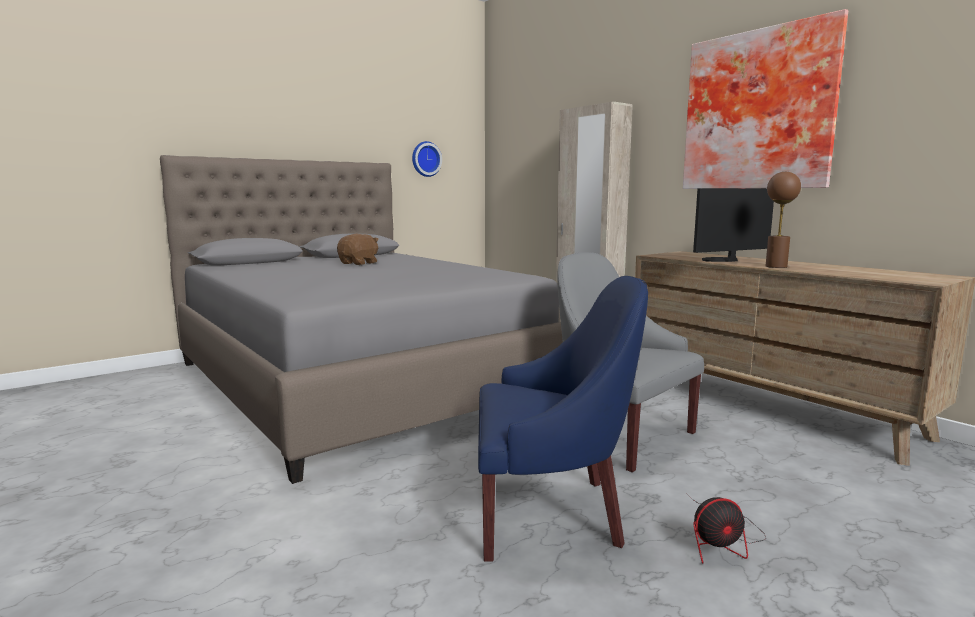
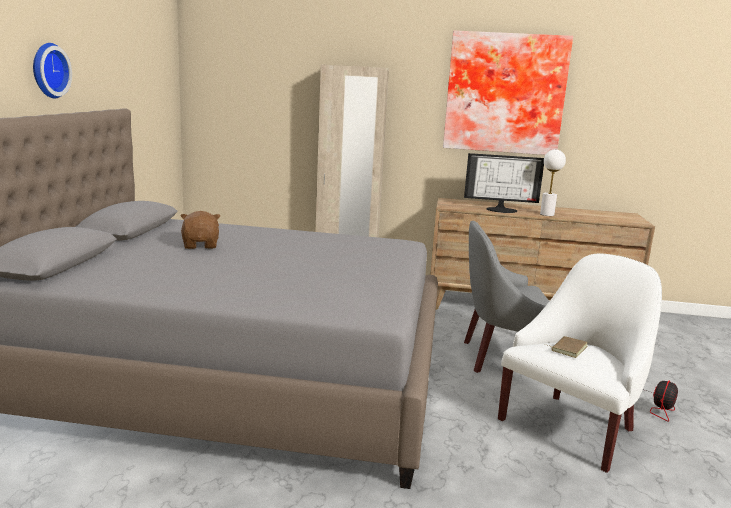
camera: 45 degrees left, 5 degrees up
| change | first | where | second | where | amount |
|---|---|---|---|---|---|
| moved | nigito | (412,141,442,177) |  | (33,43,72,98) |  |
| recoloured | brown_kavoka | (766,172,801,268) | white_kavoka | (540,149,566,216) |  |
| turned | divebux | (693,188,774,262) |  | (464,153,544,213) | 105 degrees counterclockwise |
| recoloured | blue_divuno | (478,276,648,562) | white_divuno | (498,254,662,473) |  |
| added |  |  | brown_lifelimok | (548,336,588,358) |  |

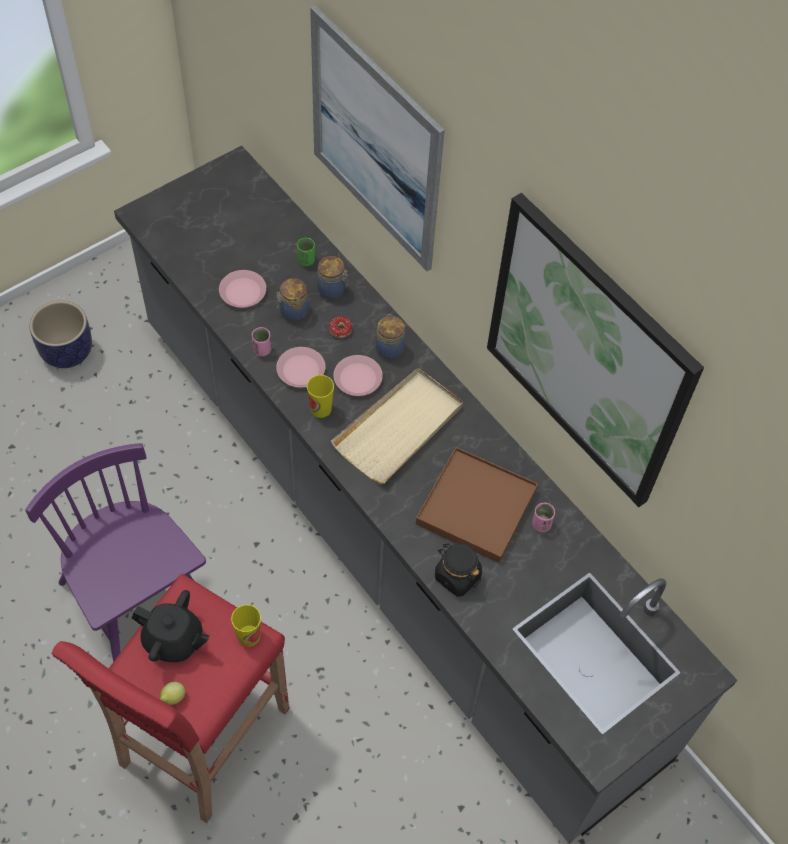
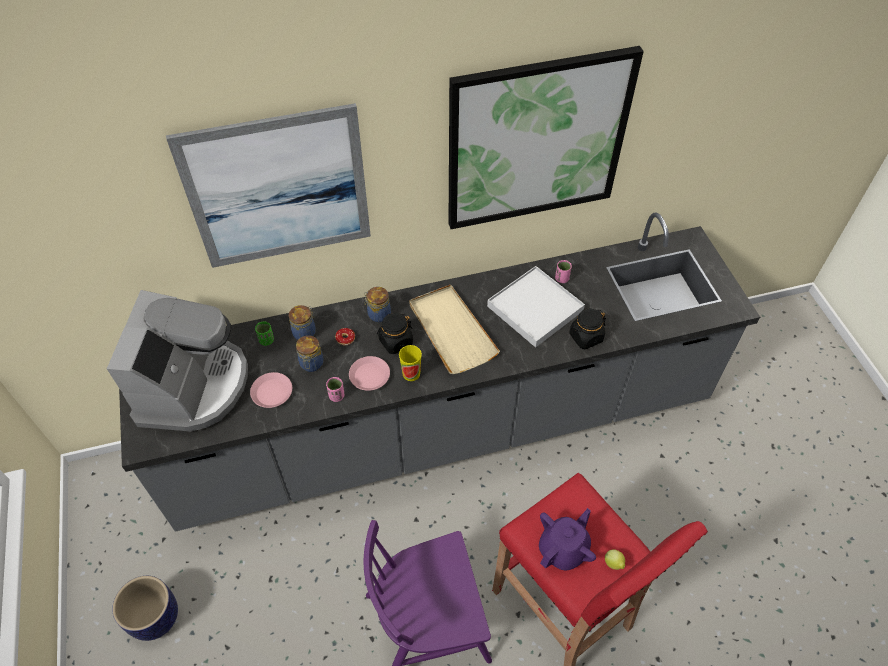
camera: 65 degrees left, 5 degrees down
| change | first | where | second | where | amount |
|---|---|---|---|---|---|
| replaced | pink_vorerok | (333,355,383,396) | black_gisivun | (377,313,413,354) |  |
| recoloured | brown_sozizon | (416,447,538,563) | white_sozizon | (487,266,585,347) |  |
| recoloured | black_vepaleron | (132,590,210,662) | purple_vepaleron | (539,508,596,570) |  |
| removed | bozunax | (231,604,261,647) |  |  |  |
| added |  |  | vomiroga | (107,290,248,431) |  |

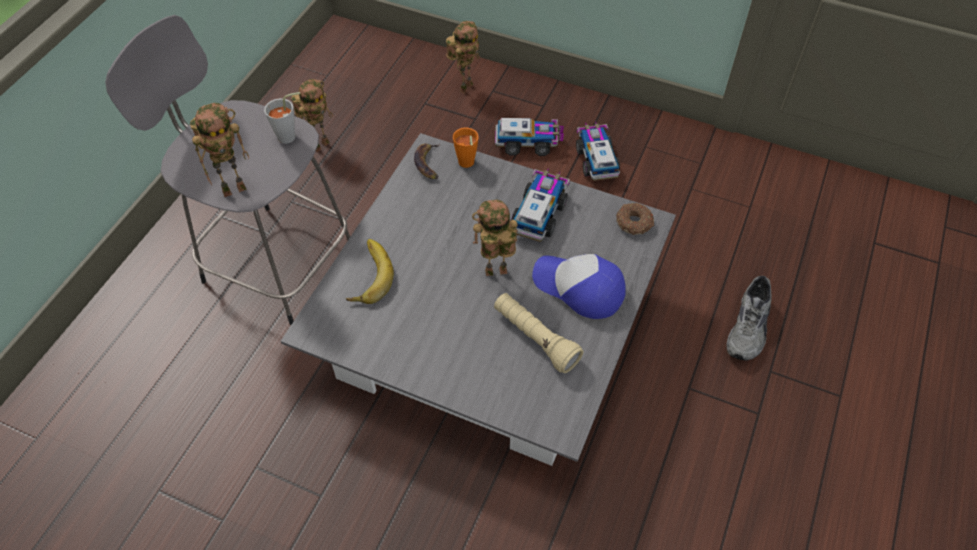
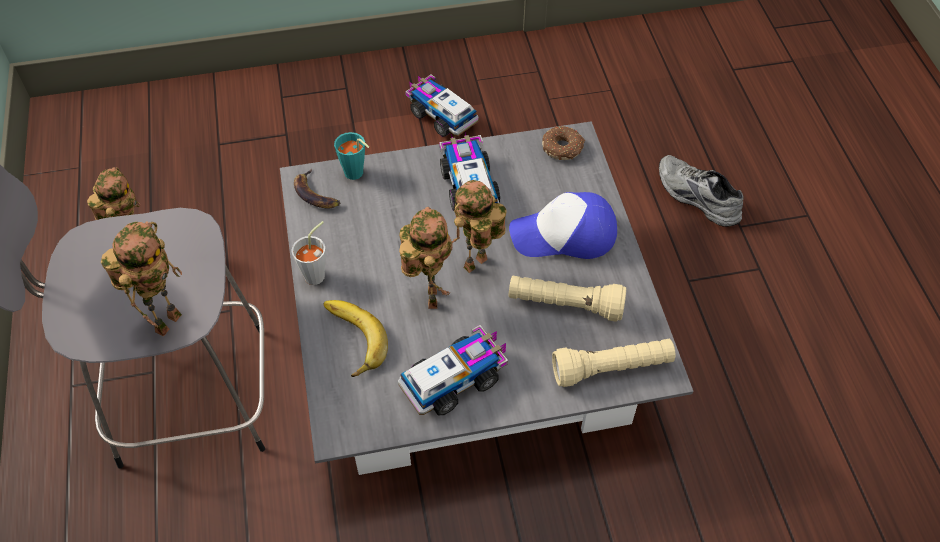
camera: 35 degrees left, 0 degrees up
| change | first | where | second | where | amount |
|---|---|---|---|---|---|
| moved | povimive | (446,21,480,94) |  | (399,207,452,309) |  |
| moved | grey_bozunax | (264,92,300,144) |  | (291,221,326,285) |  |
| moved | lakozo | (495,118,564,156) |  | (398,325,508,416) |  |
| recoloured | orange_bozunax | (453,127,479,168) | turquoise_bozunax | (334,132,369,180) |  |
| turned | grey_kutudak | (726,276,772,361) |  | (659,155,743,227) | 150 degrees clockwise |
| added |  |  | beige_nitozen | (552,339,676,387) |  |

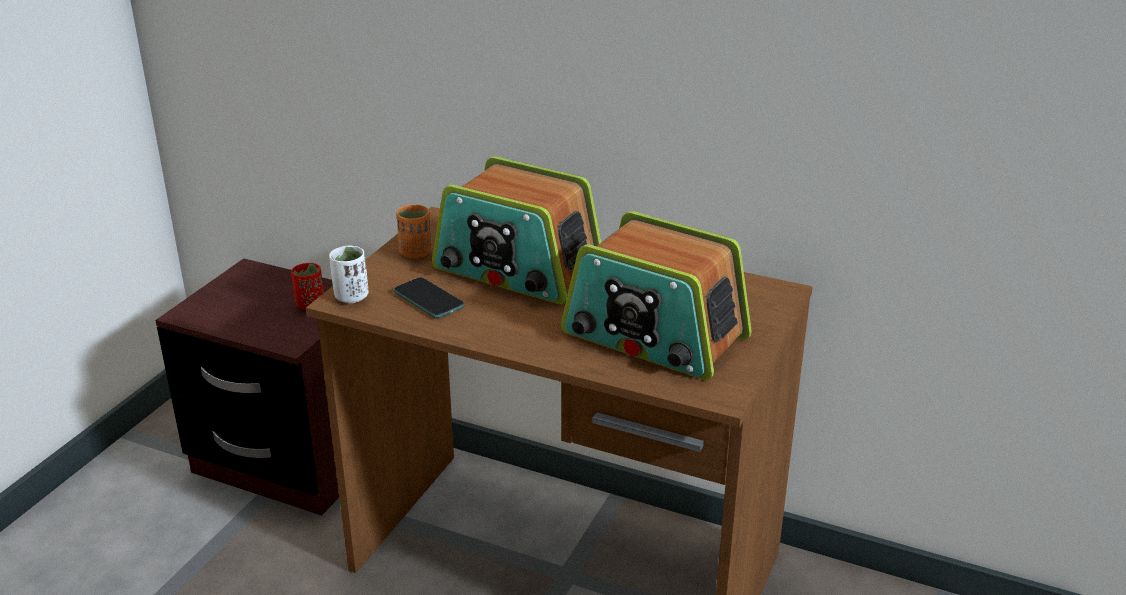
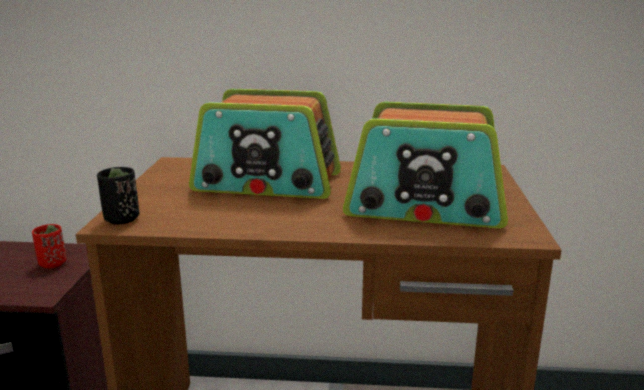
camera: 20 degrees left, 10 degrees down
| change | first | where | second | where | amount |
|---|---|---|---|---|---|
| removed | orange_bozunax | (397,205,431,259) |  |  |  |
| recoloured | white_bozunax | (329,245,369,303) | black_bozunax | (97,167,139,224) |  |
| removed | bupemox | (393,277,465,319) |  |  |  |

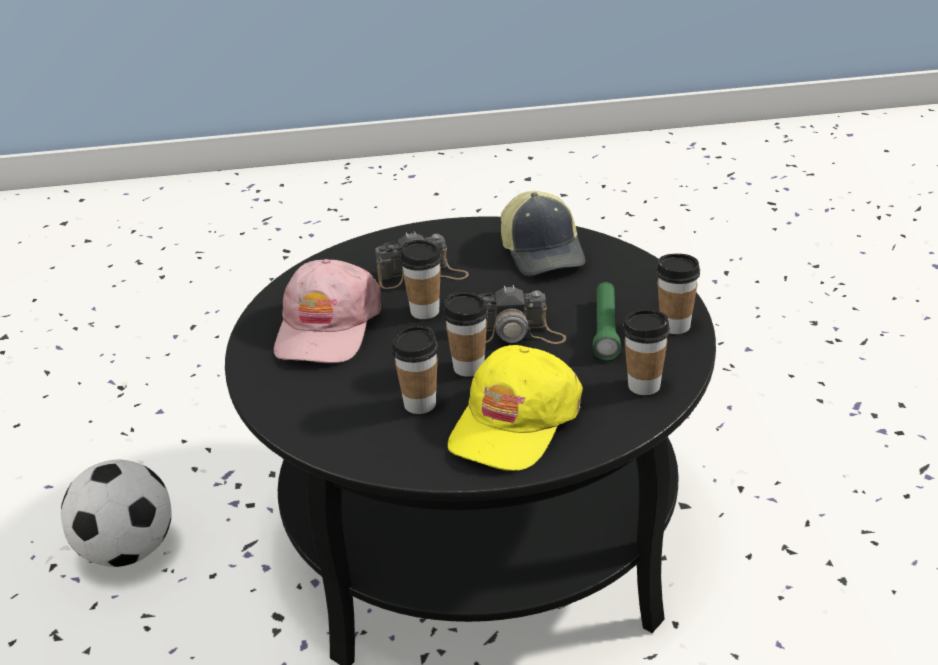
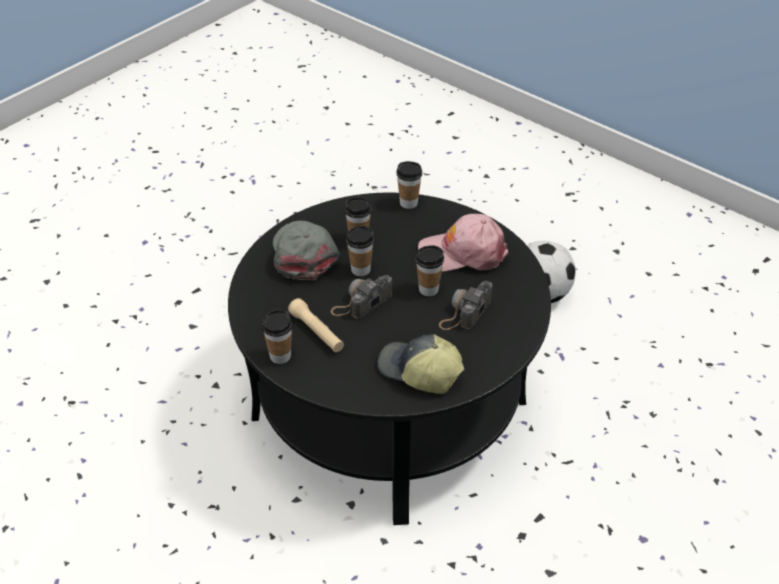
camera: 135 degrees right, 10 degrees up
| change | first | where | second | where | amount |
|---|---|---|---|---|---|
| turned | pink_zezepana | (274,259,381,363) |  | (418,214,508,271) | 60 degrees counterclockwise |
| recoloured | green_nitozen | (593,282,621,360) | beige_nitozen | (288,298,344,352) |  |
| moved | bozunax | (623,309,670,395) |  | (396,161,422,209) |  |
| recoloured | yellow_zezepana | (448,345,583,471) | grey_zezepana | (273,221,340,281) |  |

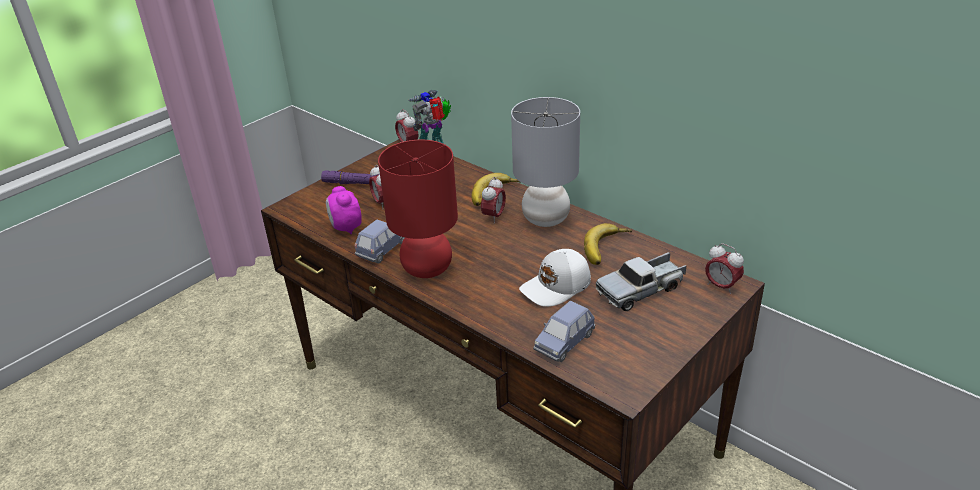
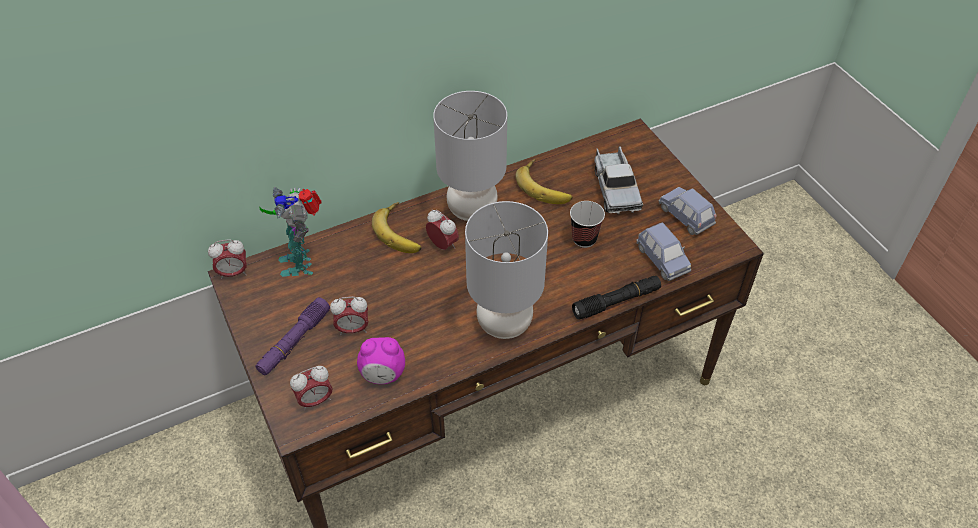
camera: 70 degrees left, 15 degrees up
| change | first | where | second | where | amount |
|---|---|---|---|---|---|
| recoloured | red_kavoka | (378,140,458,278) | grey_kavoka | (465,201,548,339) |  |
| moved | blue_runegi | (355,219,405,264) |  | (659,187,716,235) |  |
| moved | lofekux | (705,243,744,294) |  | (290,366,333,411) |  |
| replaced | white_zezepana | (519,249,591,307) | bozunax | (570,201,605,248) |  |
| added |  |  | black_nitozen | (572,276,661,319) |  |

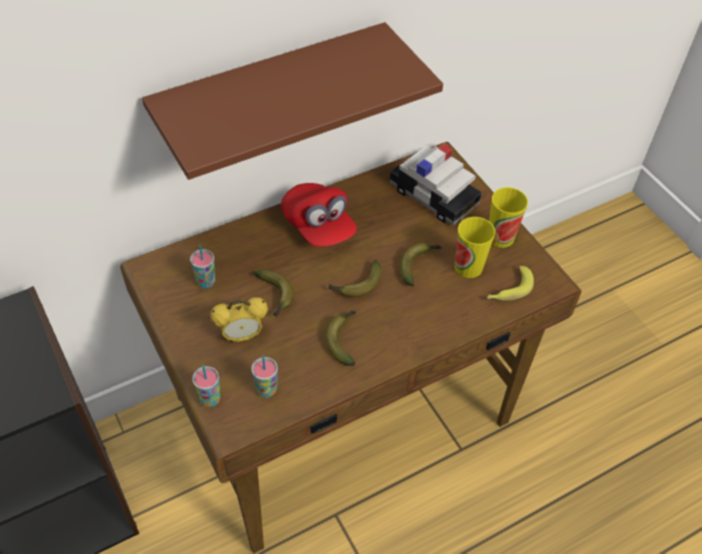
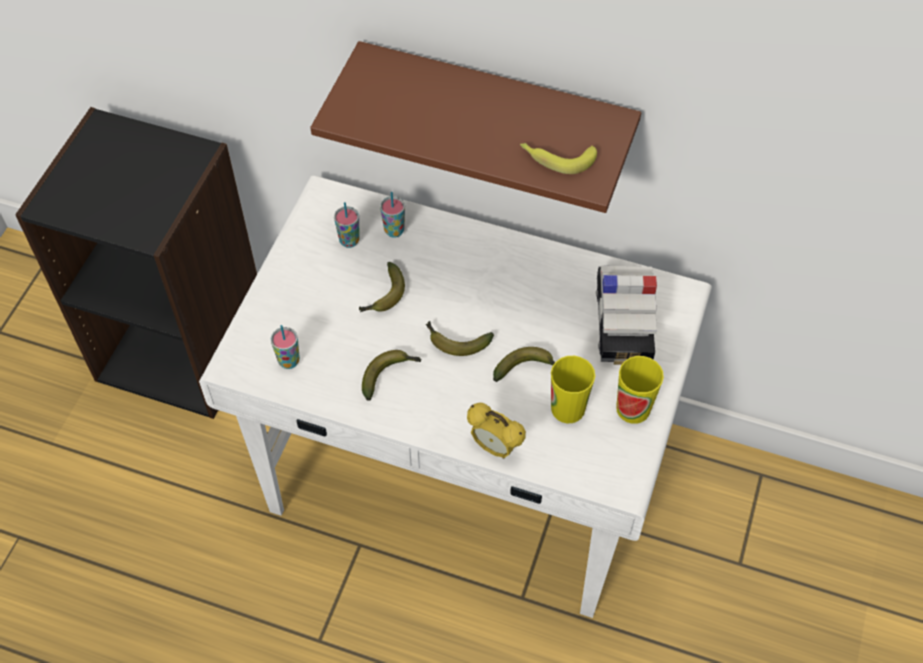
camera: 50 degrees right, 5 degrees up
| change | first | where | second | where | amount |
|---|---|---|---|---|---|
| recoloured | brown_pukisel | (120,142,582,554) | white_pukisel | (199,175,712,618) |  |
| removed | red_zezepana | (281,183,357,247) |  |  |  |
| moved | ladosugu | (487,266,534,301) |  | (520,143,597,174) |  |
| moved | lofekux | (210,297,268,343) |  | (467,403,526,459) |  |
| moved | bozunax | (192,365,221,407) |  | (380,192,405,238) |  |

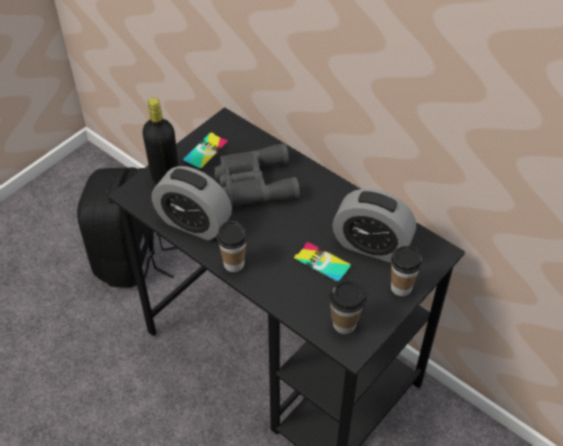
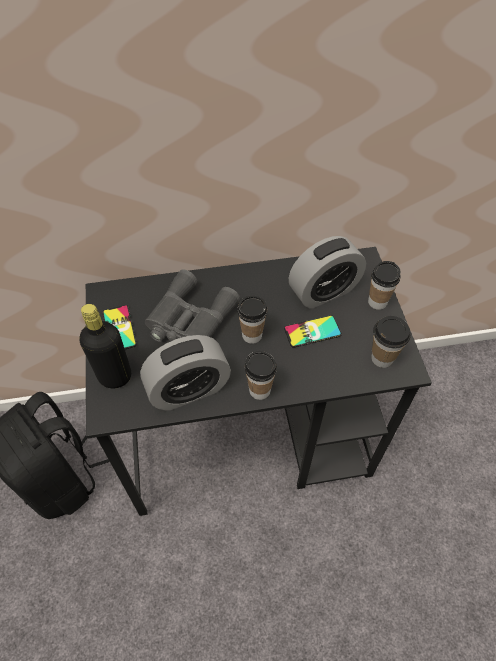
camera: 50 degrees left, 5 degrees up
| change | first | where | second | where | amount |
|---|---|---|---|---|---|
| added |  |  | bozunax | (238,296,267,344) |  |

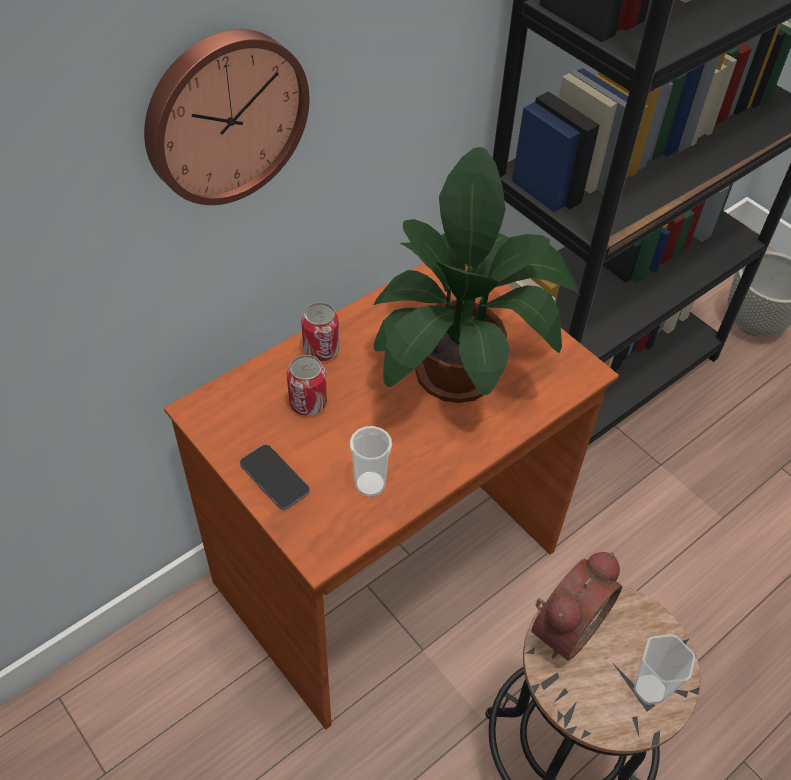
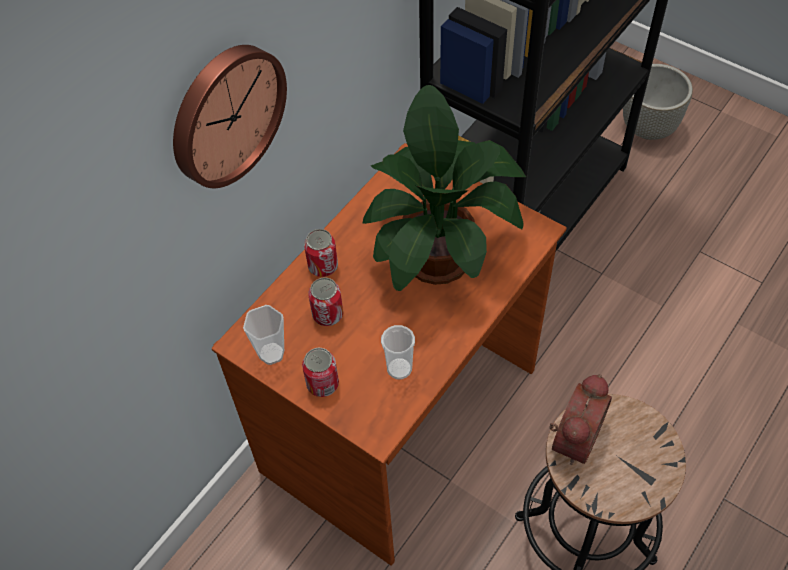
camera: 10 degrees left, 5 degrees up
| change | first | where | second | where | amount |
|---|---|---|---|---|---|
| replaced | bupemox | (240,444,310,510) | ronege | (302,348,339,397) |  |
| moved | bozunax | (634,634,696,705) |  | (243,305,284,365) |  |

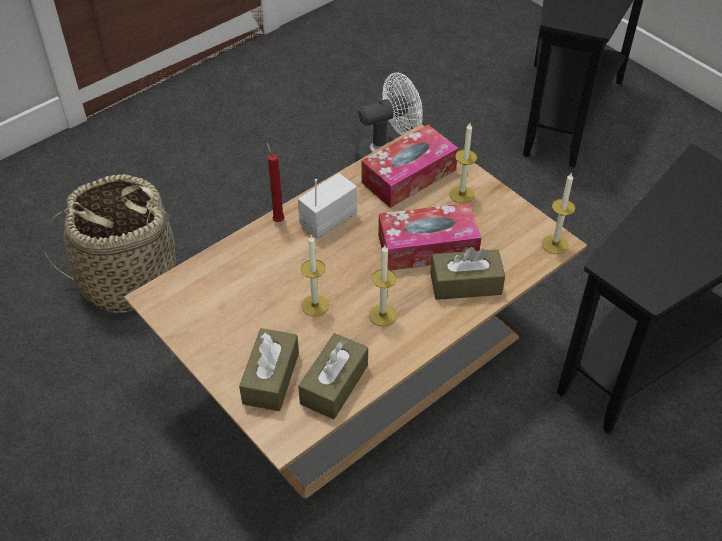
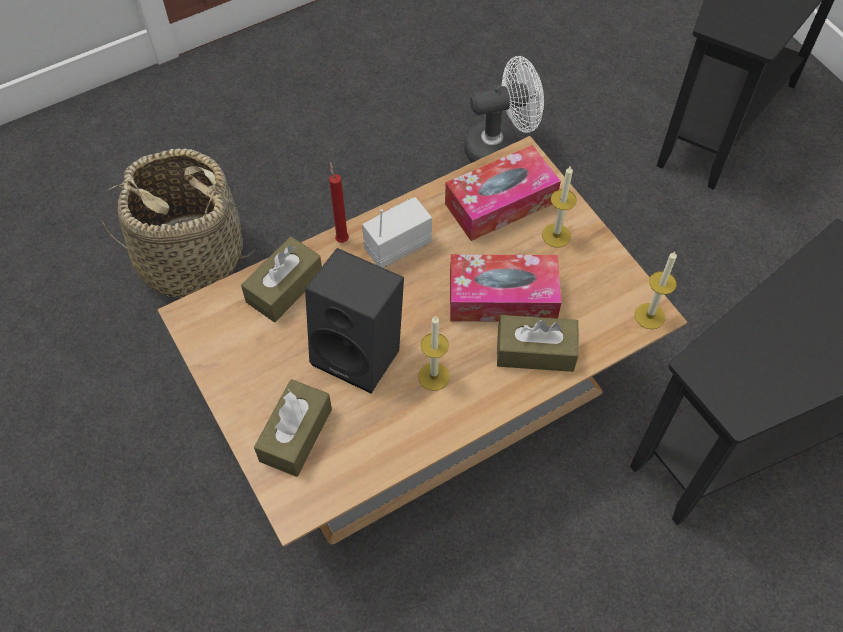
camera: 10 degrees right, 10 degrees up
| change | first | where | second | where | amount |
|---|---|---|---|---|---|
| replaced | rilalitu | (301,235,329,317) | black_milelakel | (305,248,404,394) |  |
| moved | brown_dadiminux | (298,333,368,419) |  | (241,236,322,322) |  |

